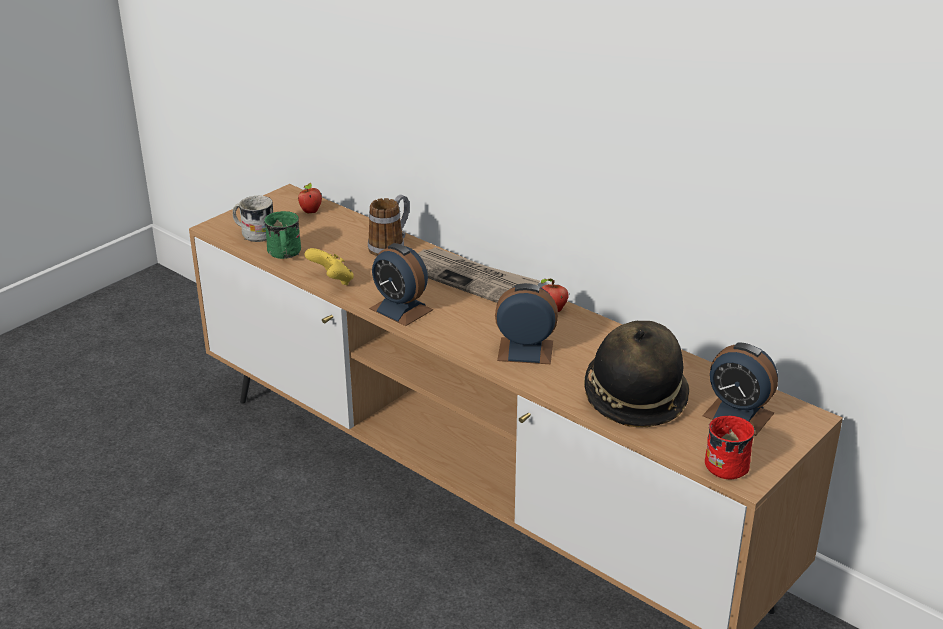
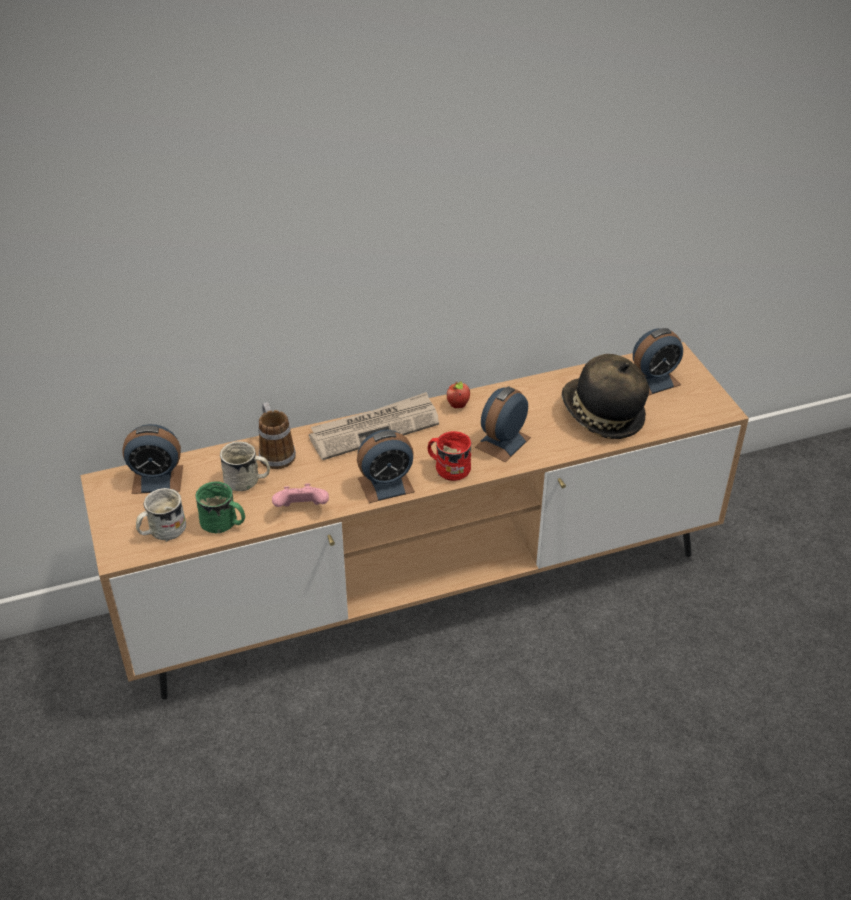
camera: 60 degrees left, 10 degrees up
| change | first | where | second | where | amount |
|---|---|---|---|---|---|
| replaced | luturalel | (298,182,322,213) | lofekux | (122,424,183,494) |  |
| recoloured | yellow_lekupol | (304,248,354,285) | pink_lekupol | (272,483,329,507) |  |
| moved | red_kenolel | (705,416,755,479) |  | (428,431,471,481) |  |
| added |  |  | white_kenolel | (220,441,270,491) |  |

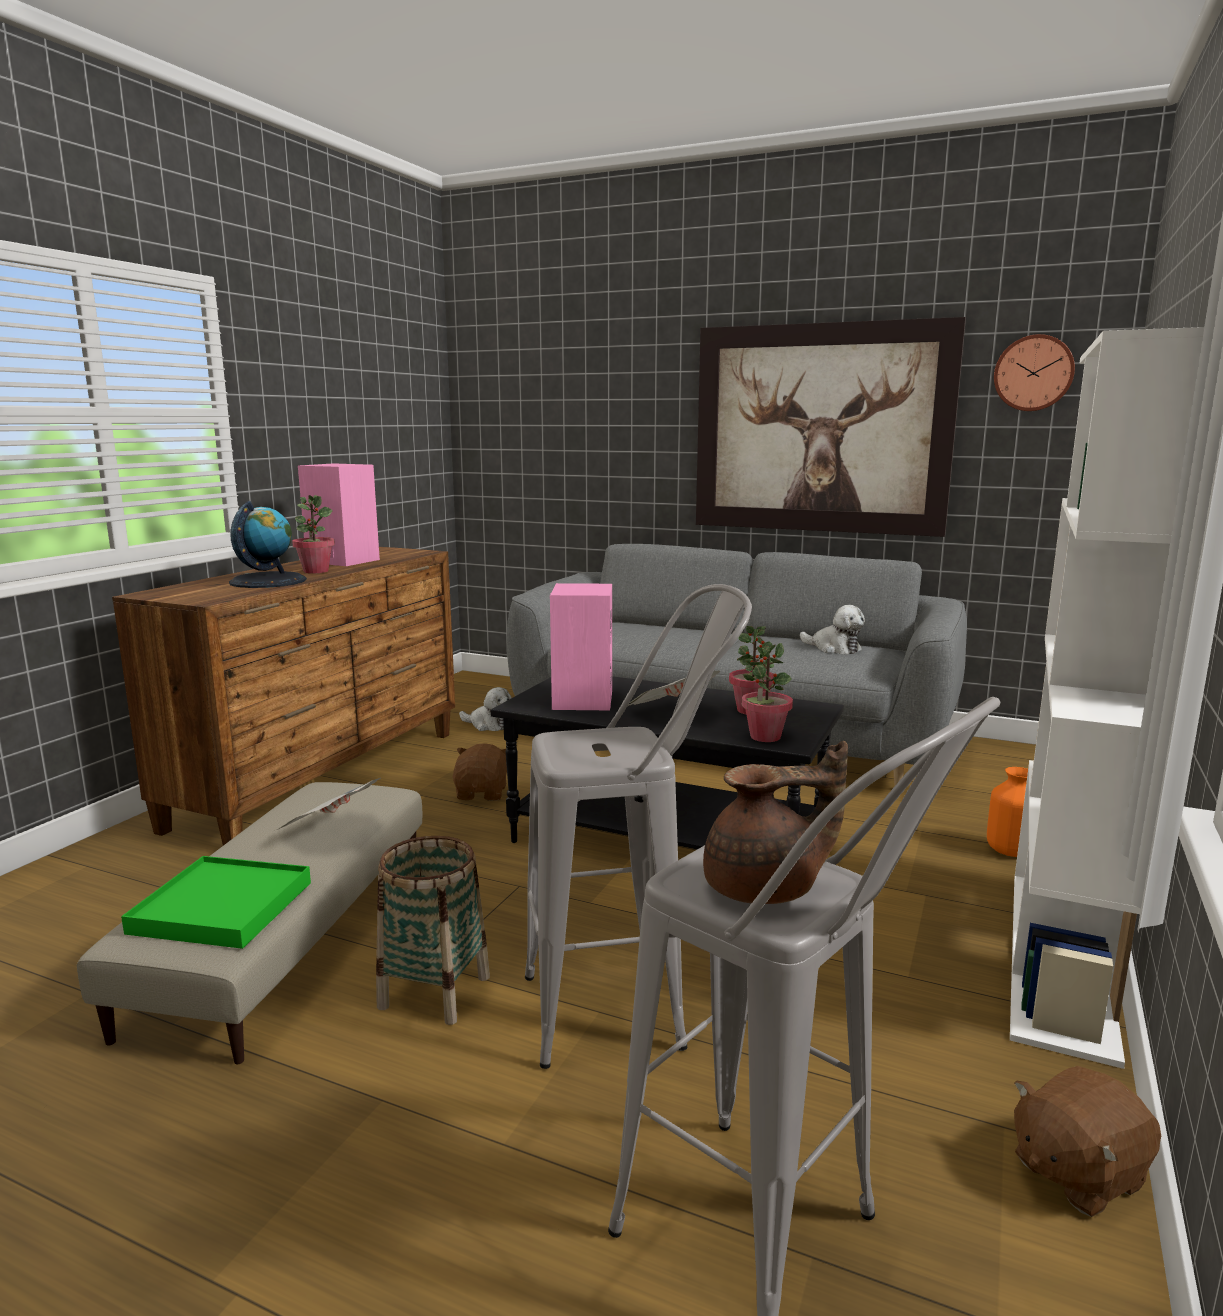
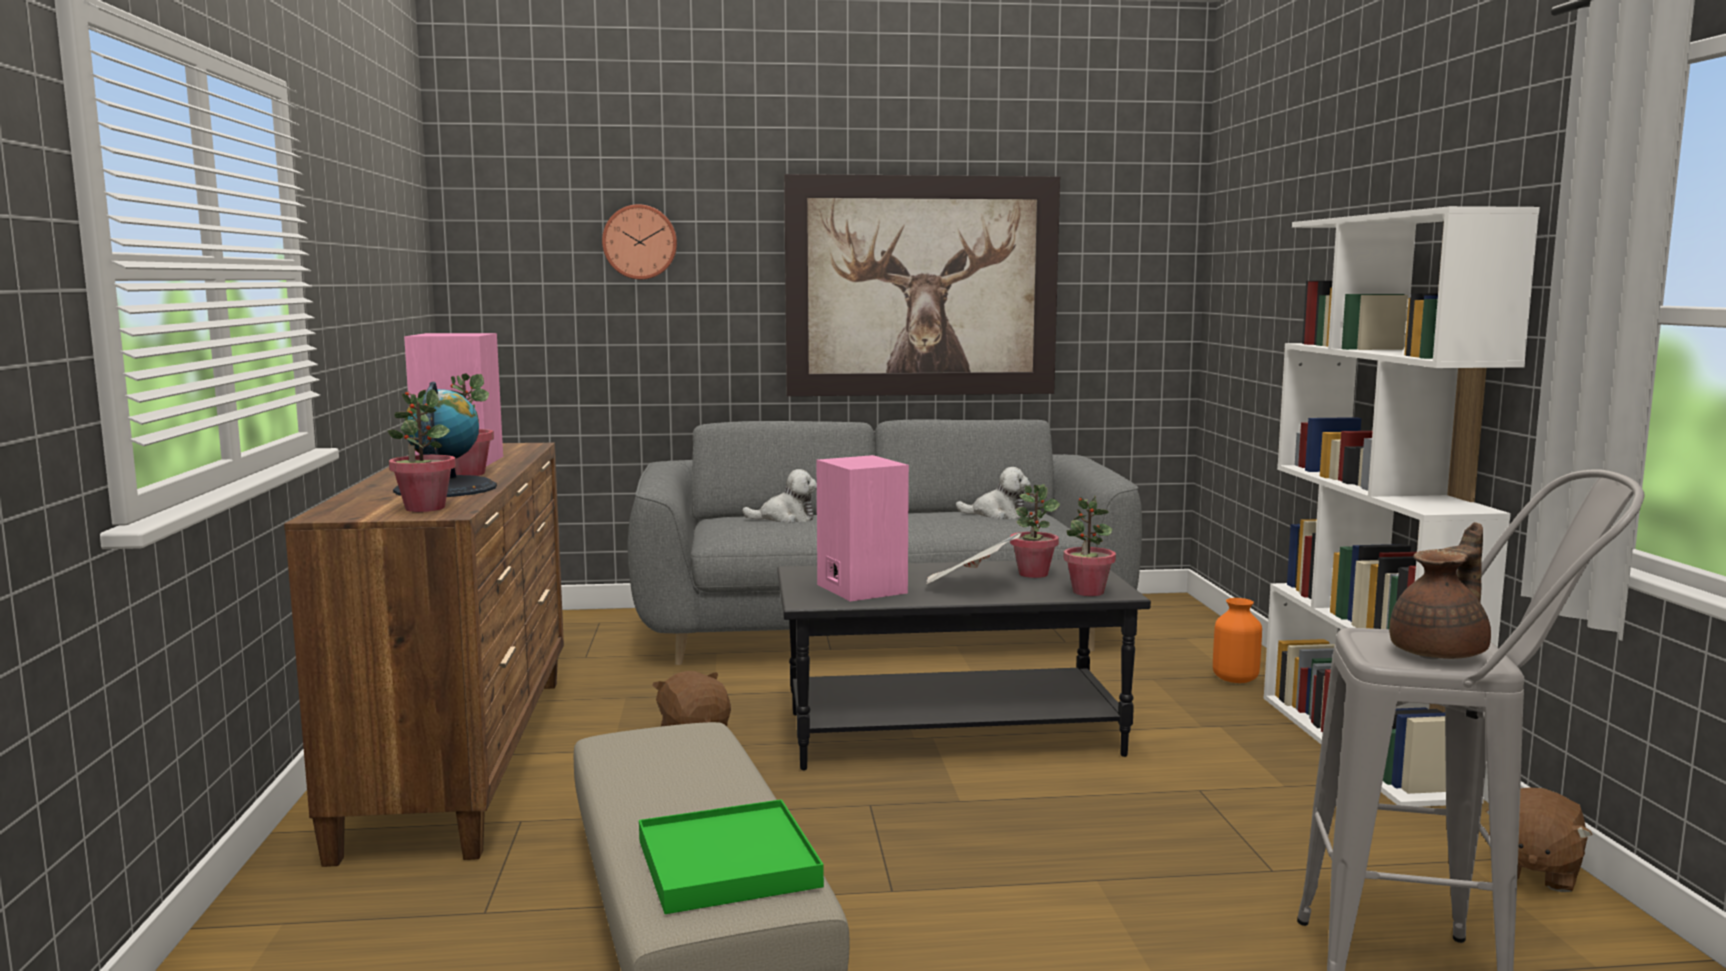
camera: 30 degrees left, 5 degrees down
| change | first | where | second | where | amount |
|---|---|---|---|---|---|
| moved | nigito | (994,334,1075,411) |  | (602,204,677,279) |  |
| removed | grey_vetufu | (525,584,752,1069) |  |  |  |
| moved | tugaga | (459,687,512,731) |  | (742,469,817,523) |  |
| removed | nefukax | (277,778,381,830) |  |  |  |
| removed | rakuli | (376,836,490,1025) |  |  |  |
| added |  |  | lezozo | (388,390,456,512) |  |

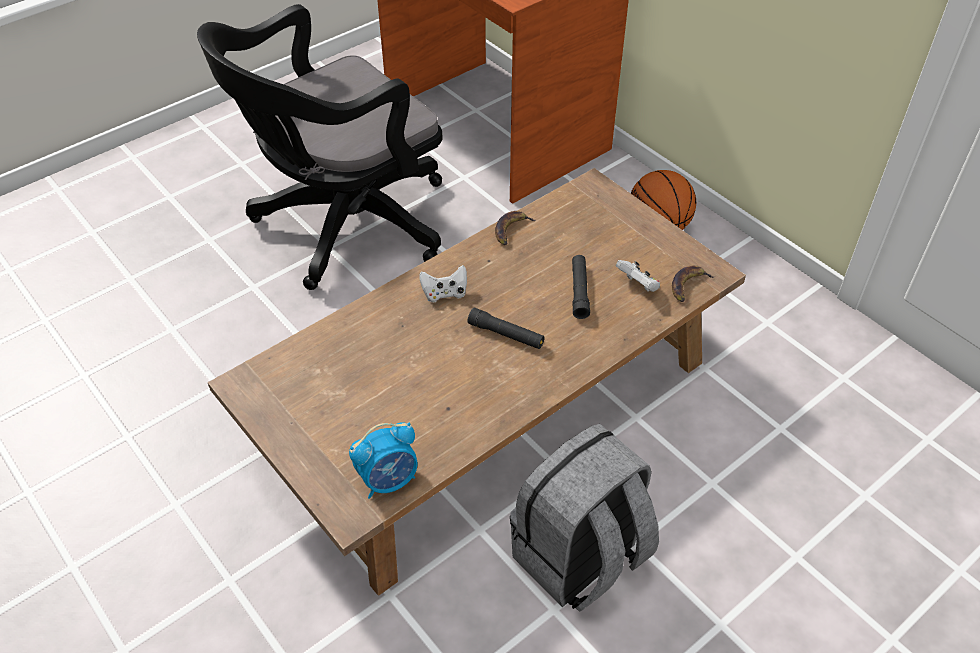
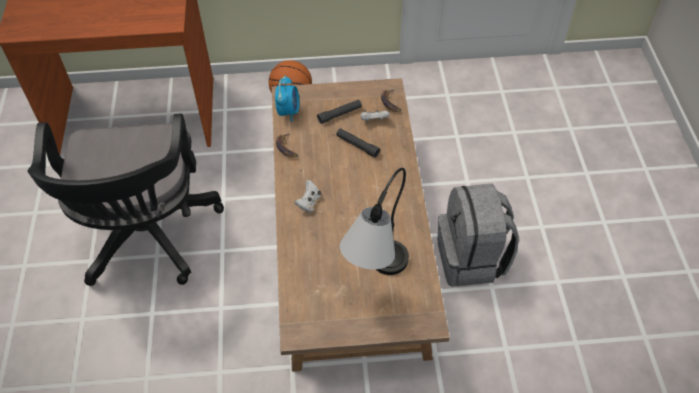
camera: 55 degrees left, 5 degrees up
| change | first | where | second | where | amount |
|---|---|---|---|---|---|
| moved | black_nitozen | (468,308,545,349) |  | (317,100,362,124) |  |
| moved | lofekux | (349,422,418,499) |  | (275,75,299,122) |  |
| added |  |  | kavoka | (340,168,409,275) |  |

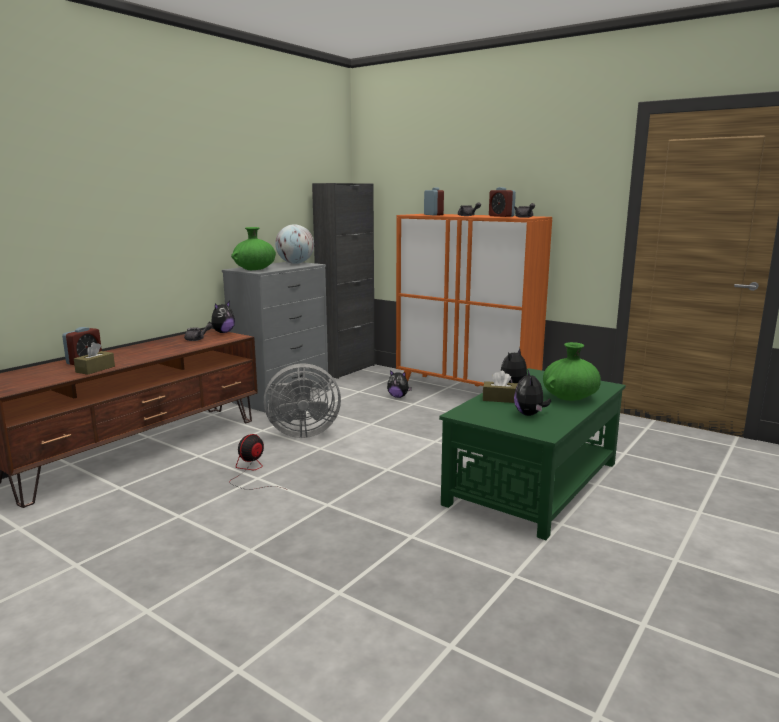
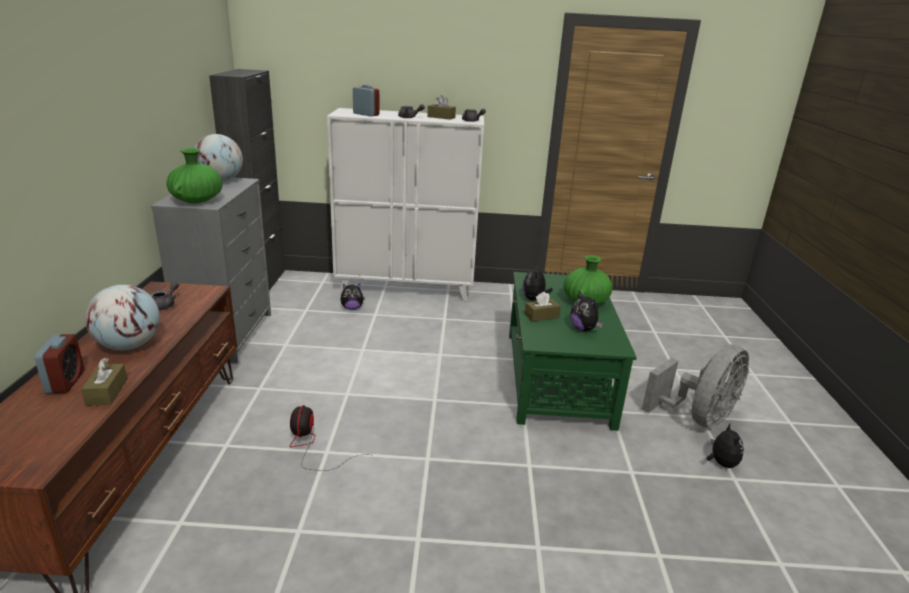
camera: 35 degrees left, 10 degrees up
| change | first | where | second | where | amount |
|---|---|---|---|---|---|
| replaced | lofekux | (489,187,516,217) | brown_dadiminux | (427,95,456,120) |  |
| recoloured | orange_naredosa | (396,214,552,387) | white_naredosa | (327,108,484,301) |  |
| moved | tugaga | (208,301,235,333) |  | (706,424,744,468) |  |
| moved | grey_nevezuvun | (264,363,341,438) |  | (642,345,749,429) |  |
| added |  |  | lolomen | (85,285,160,350) |  |

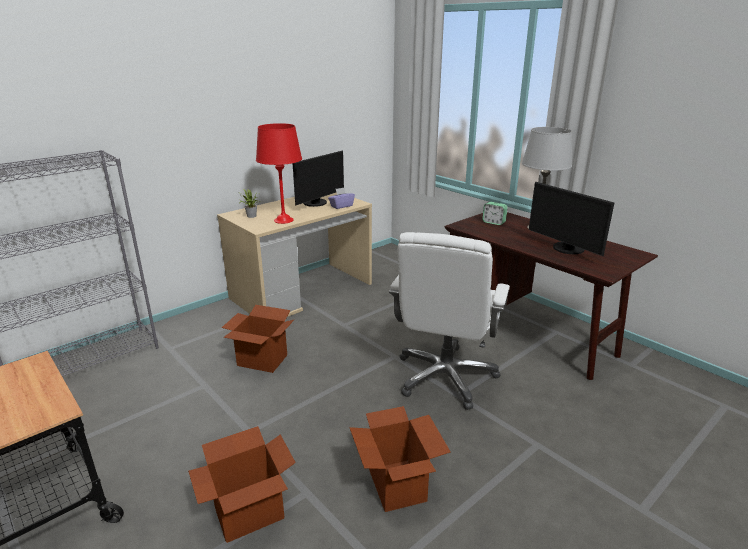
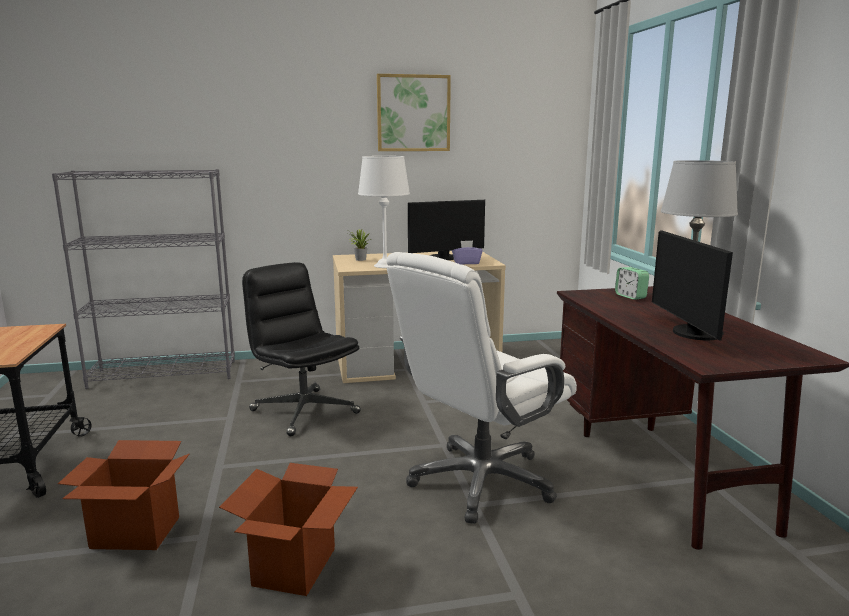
camera: 30 degrees right, 10 degrees down
| change | first | where | second | where | amount |
|---|---|---|---|---|---|
| recoloured | red_kavoka | (256,123,302,224) | white_kavoka | (358,156,410,268) |  |
| replaced | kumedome | (222,305,294,373) | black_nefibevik | (242,262,361,436) |  |
| added |  |  | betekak | (377,74,451,151) |  |

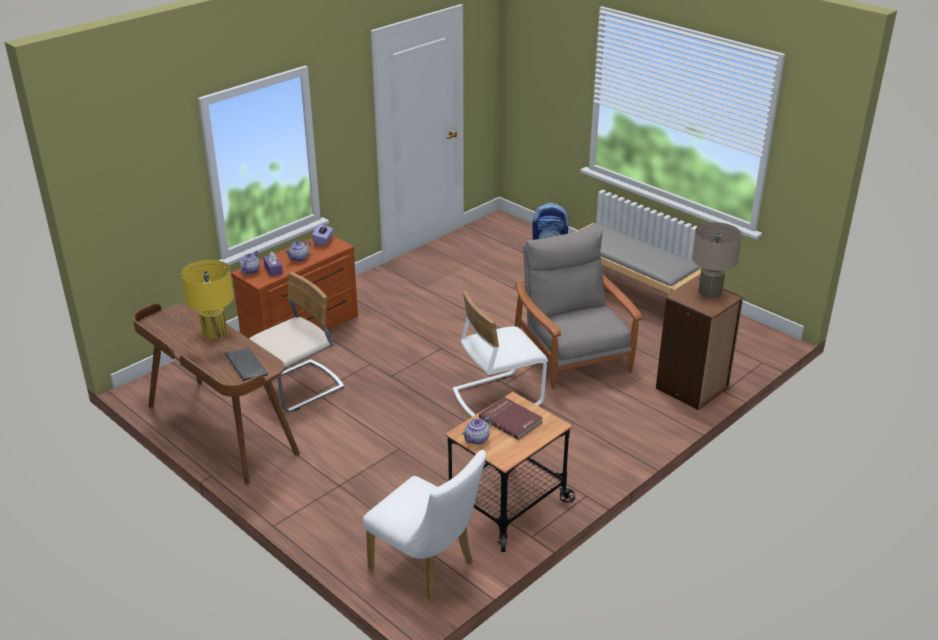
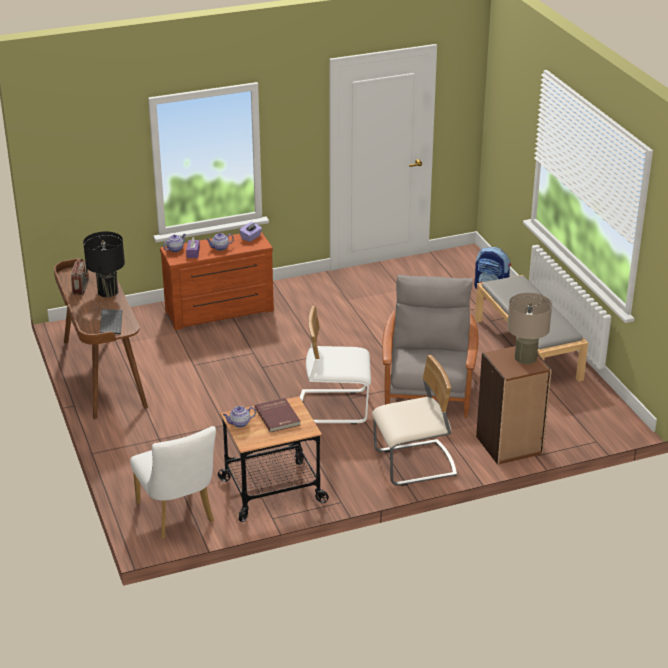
camera: 25 degrees right, 0 degrees up
| change | first | where | second | where | amount |
|---|---|---|---|---|---|
| recoloured | yellow_kavoka | (181,260,234,339) | black_kavoka | (83,232,125,297) |  |
| moved | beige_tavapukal | (249,272,344,412) |  | (372,355,457,486) |  |
| added |  |  | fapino | (71,259,89,295) |  |

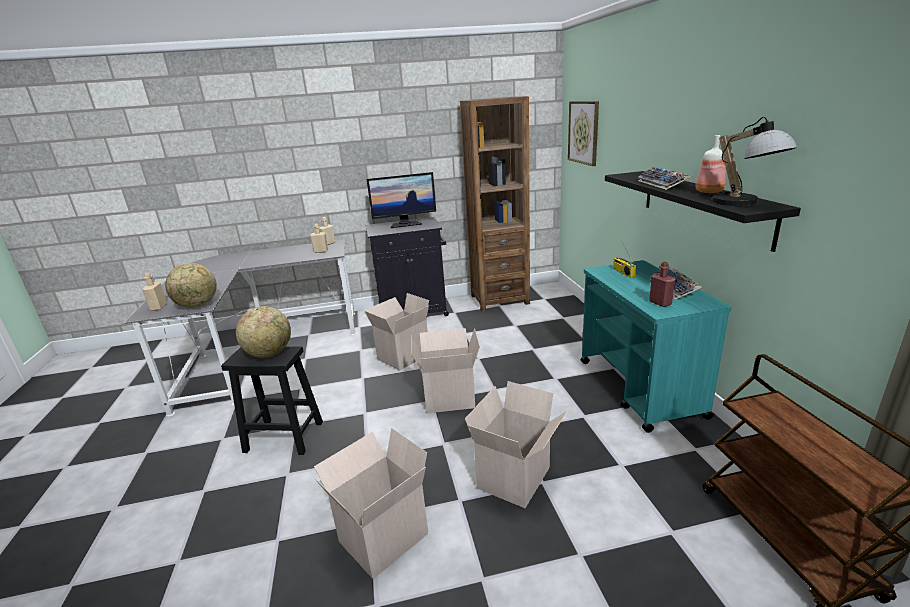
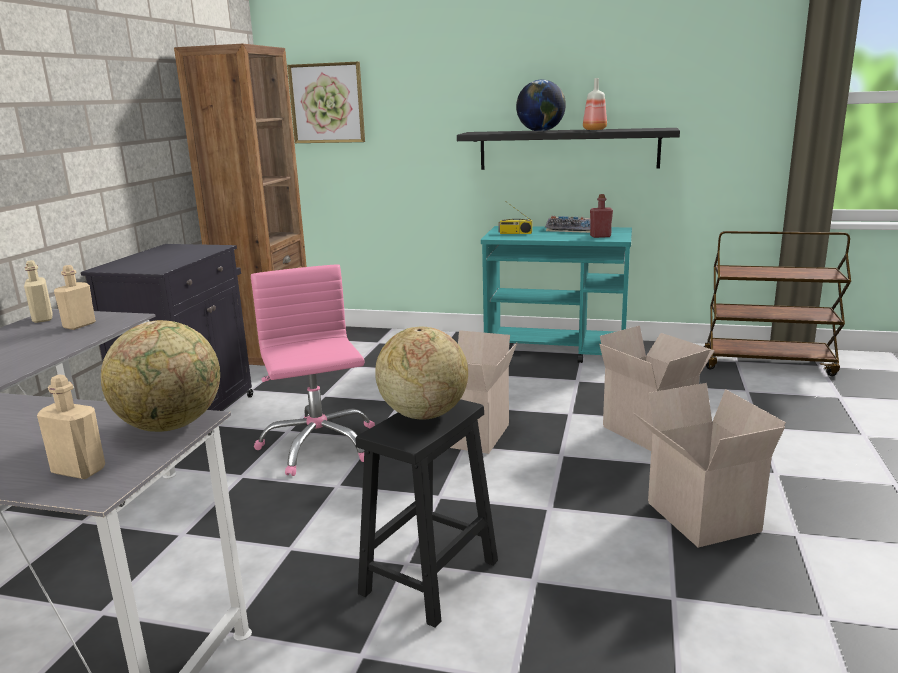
camera: 65 degrees left, 5 degrees down
| change | first | where | second | where | amount |
|---|---|---|---|---|---|
| removed | kavoka | (706,117,797,206) |  |  |  |
| replaced | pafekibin | (638,167,692,190) | lolomen | (516,79,566,132) |  |
| removed | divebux | (367,172,436,228) |  |  |  |
| replaced | kumedome | (363,293,429,371) | pink_nefibevik | (251,264,375,476) |  |

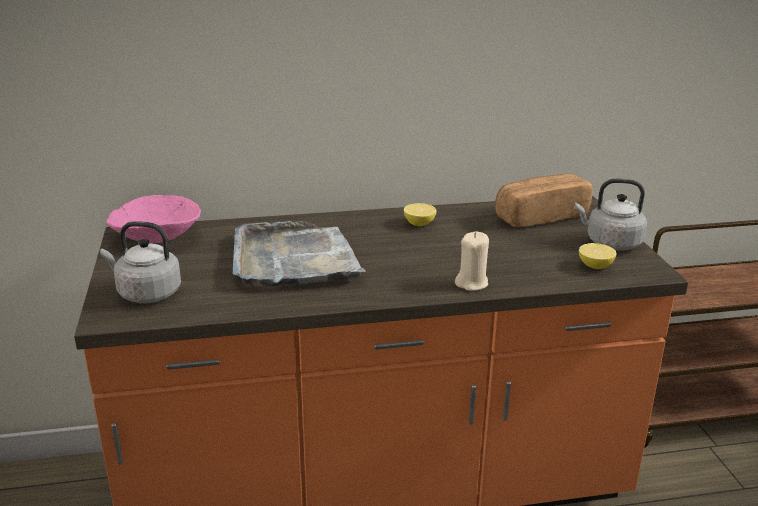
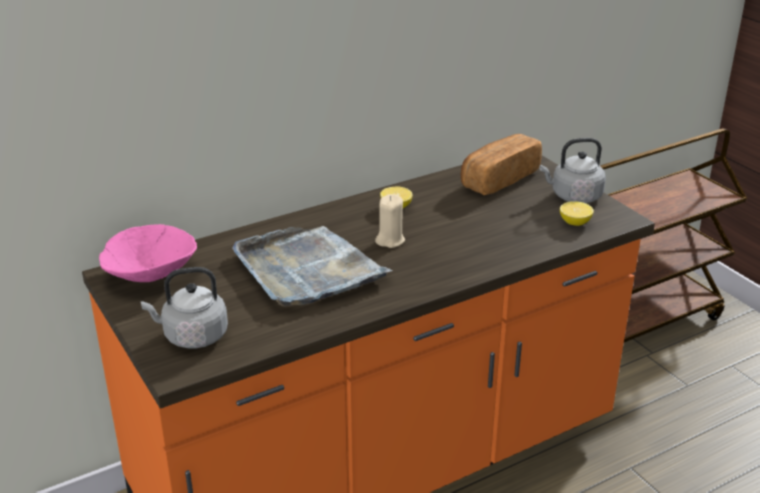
camera: 20 degrees left, 5 degrees up
| change | first | where | second | where | amount |
|---|---|---|---|---|---|
| moved | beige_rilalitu | (455,231,489,291) |  | (375,194,405,248) |  |

